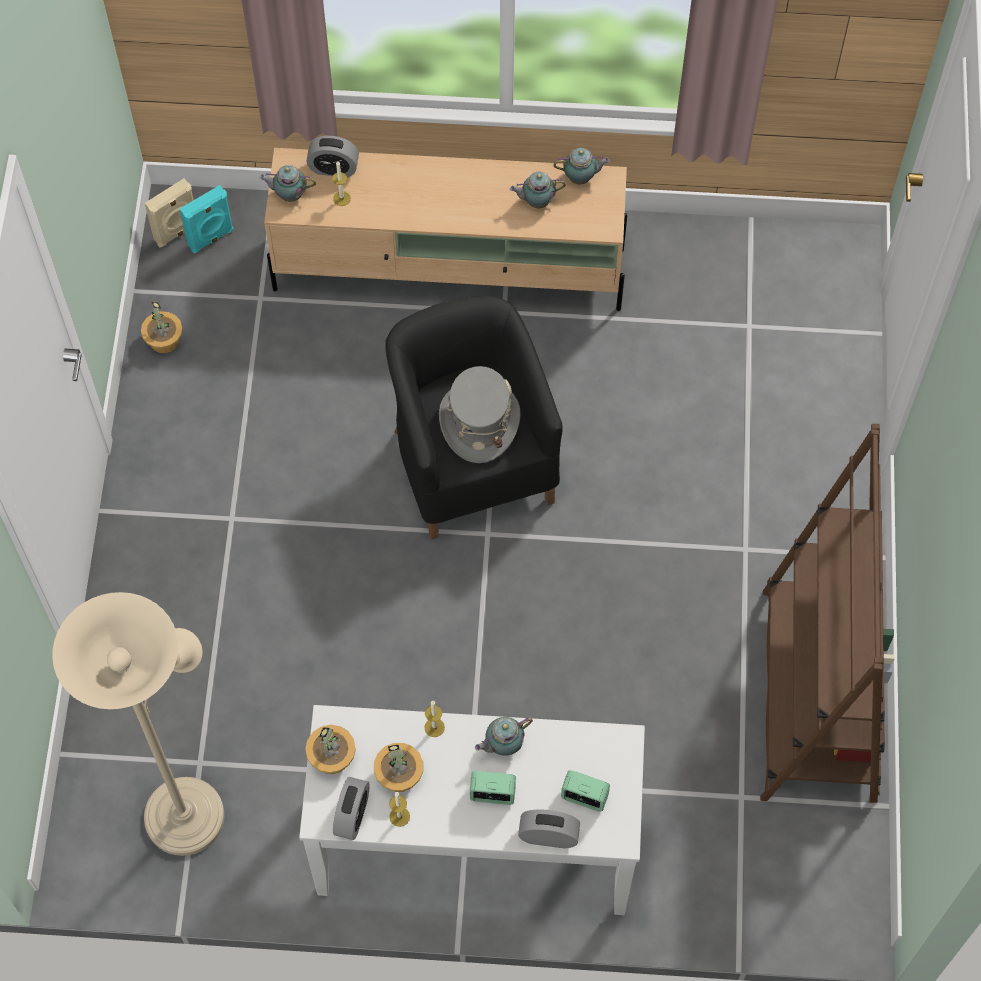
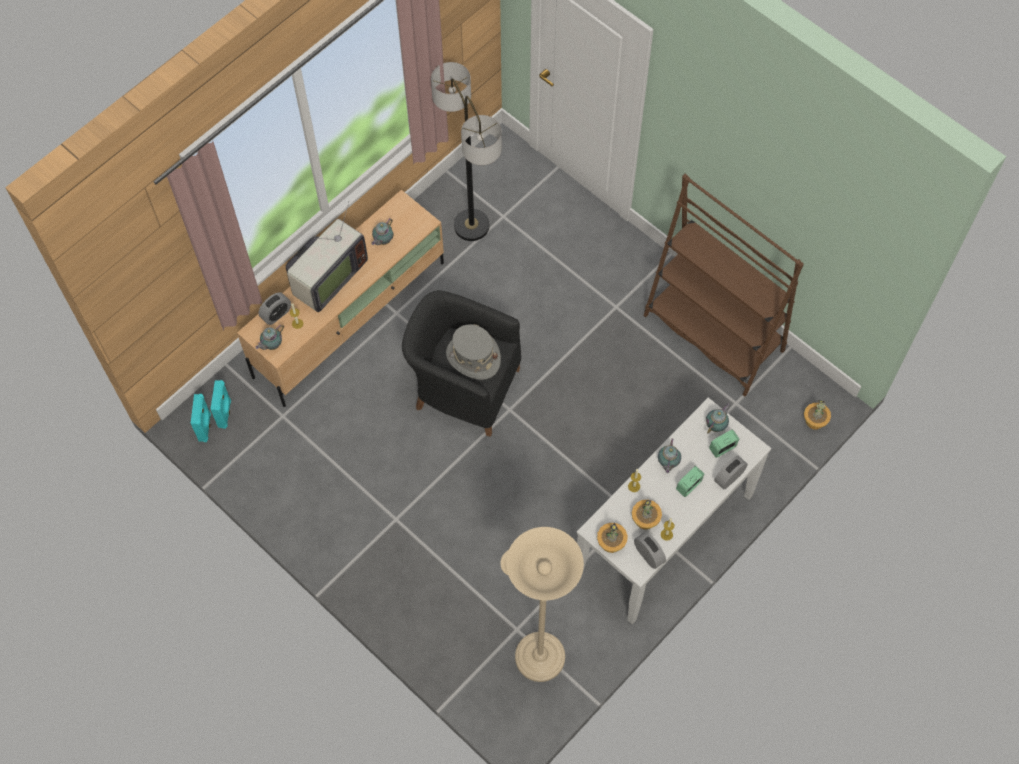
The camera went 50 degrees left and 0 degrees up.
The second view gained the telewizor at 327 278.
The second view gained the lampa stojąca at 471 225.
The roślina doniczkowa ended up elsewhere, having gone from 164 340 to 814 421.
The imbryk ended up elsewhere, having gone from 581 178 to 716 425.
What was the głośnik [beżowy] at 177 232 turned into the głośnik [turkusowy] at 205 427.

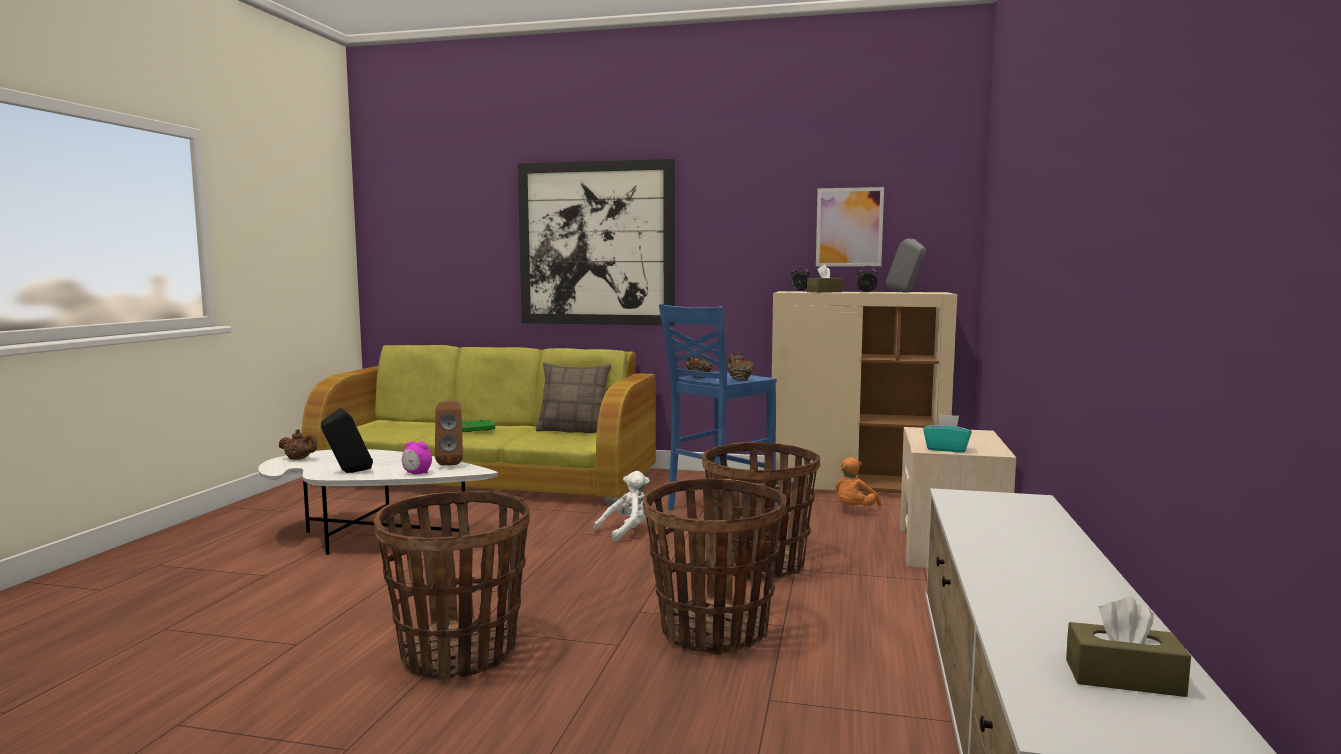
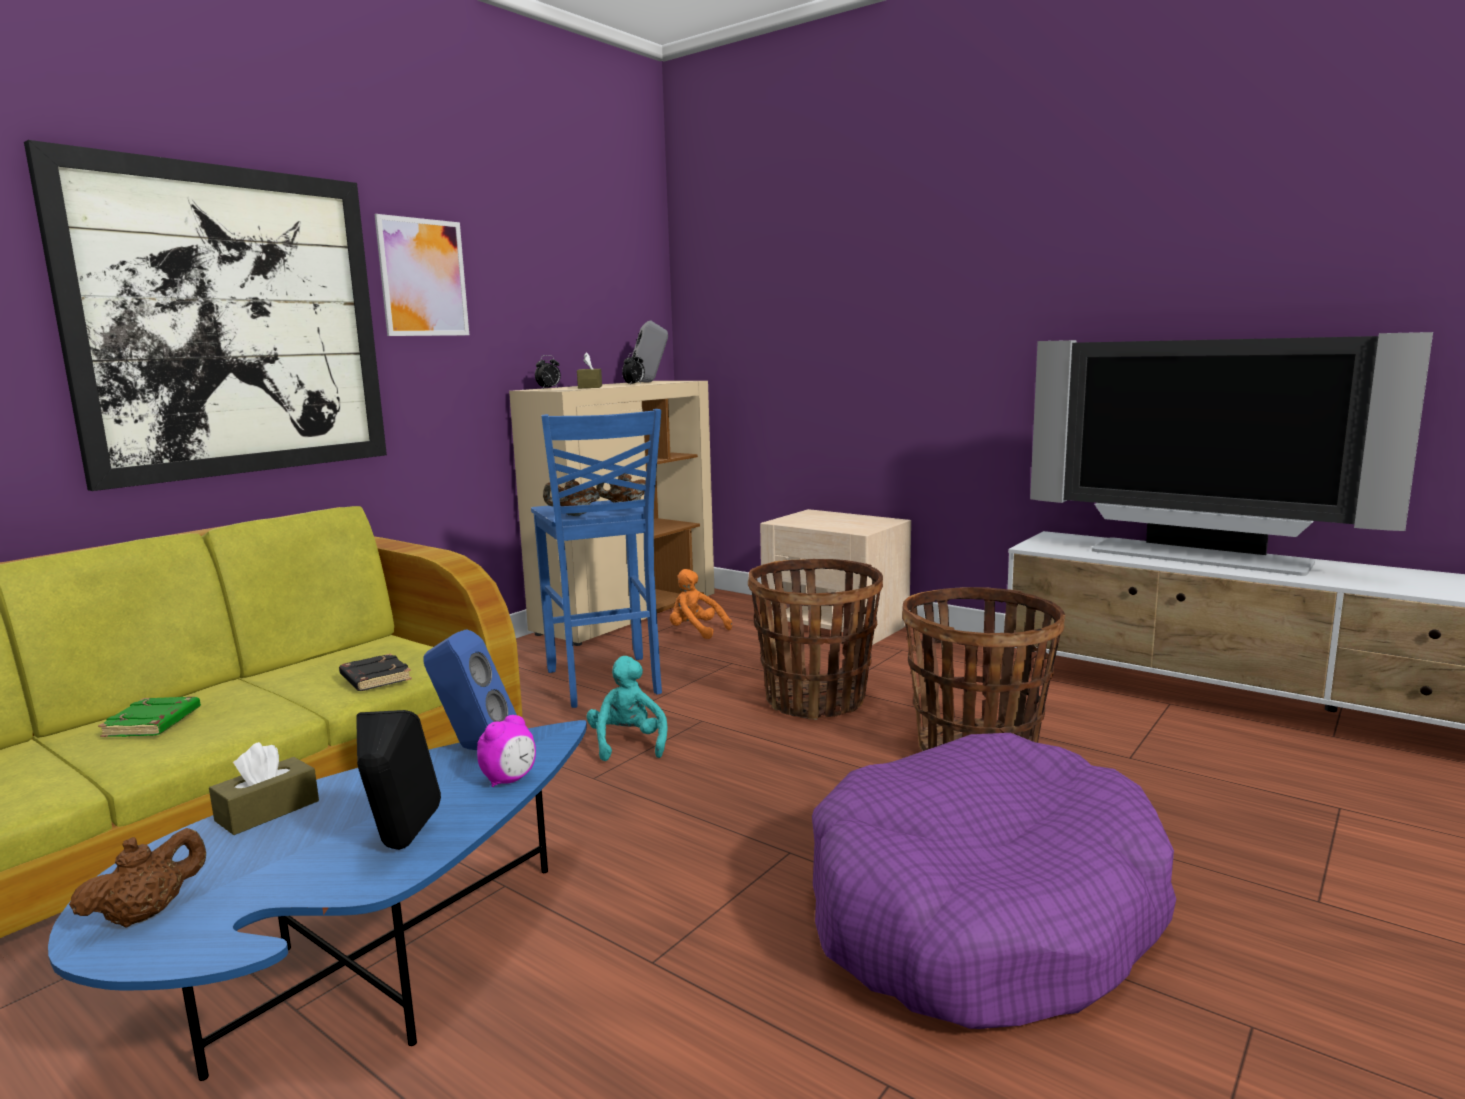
The camera went 65 degrees left and 5 degrees up.
The second view lost the poduszka at 573 430.
The second view lost the pudełko chusteczek [turkusowy] at 946 449.
The second view gained the książka [czarny] at 374 678.
The second view gained the telewizor at 1198 557.
The obraz ended up elsewhere, having gone from 849 227 to 423 277.
The pudełko chusteczek [brązowy] ended up elsewhere, having gone from 1124 678 to 267 811.
Where the koszyk stood at 459 653, the legowisko [fioletowy] came to stand at 982 913.
What was the ława [biały] at 371 537 turned into the ława [niebieski] at 369 975.
What was the głośnik [brązowy] at 450 463 turned into the głośnik [niebieski] at 473 749.
What was the pluszak [biały] at 627 531 turned into the pluszak [turkusowy] at 628 744.
The pluszak [pomarańczowy] at 854 510 ended up facing another way, 150 degrees clockwise from before.

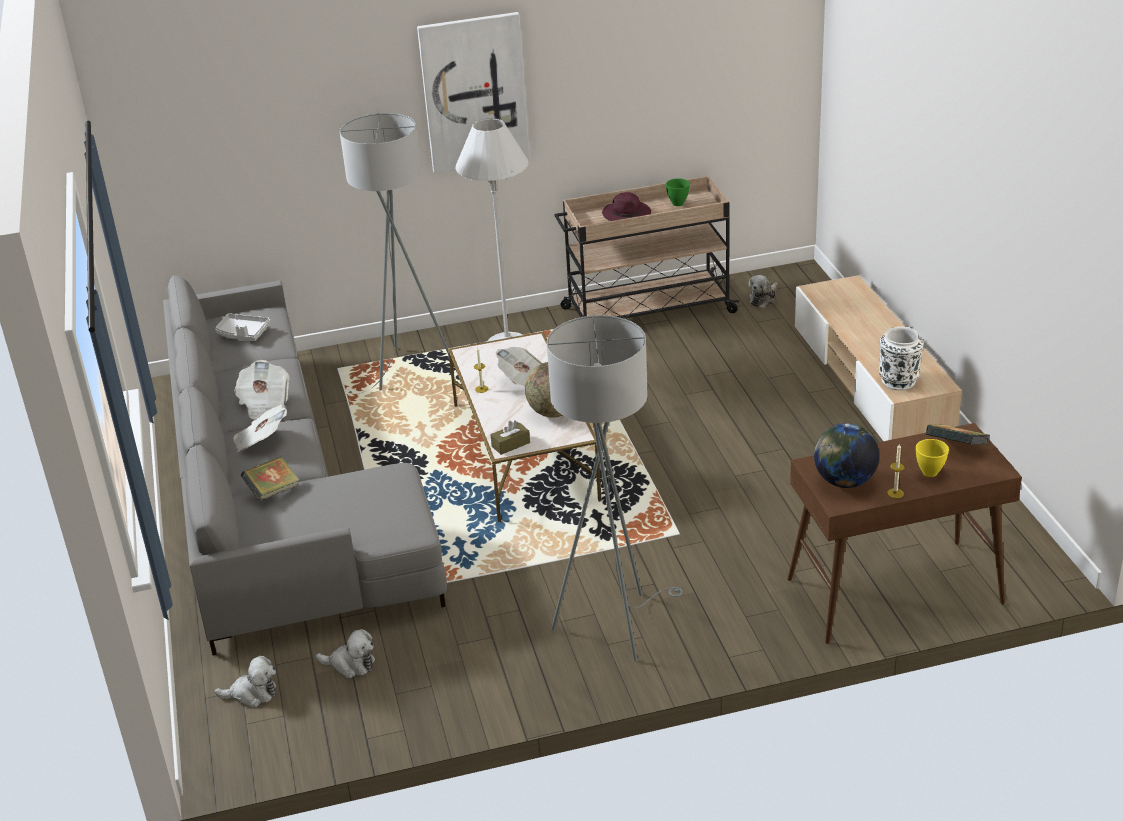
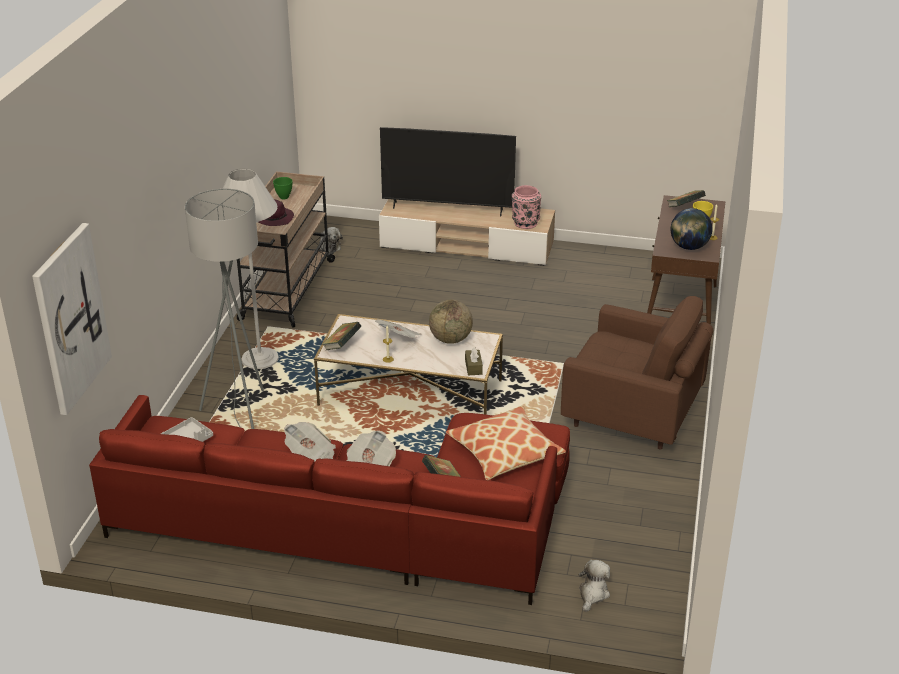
The camera went 65 degrees left and 0 degrees up.
The second view lost the pluszak at 351 664.
The second view gained the książka at 342 345.
The second view gained the telewizor at 447 208.
The second view gained the poduszka at 505 452.
The obraz ended up elsewhere, having gone from 474 92 to 70 318.
Where the lampa stojąca [szary] stood at 613 622, the fotel [brązowy] came to stand at 633 416.
What was the kanapa [szary] at 278 500 turned into the kanapa [czerwony] at 356 524.
What was the wazon [biały] at 898 380 turned into the wazon [różowy] at 525 223.

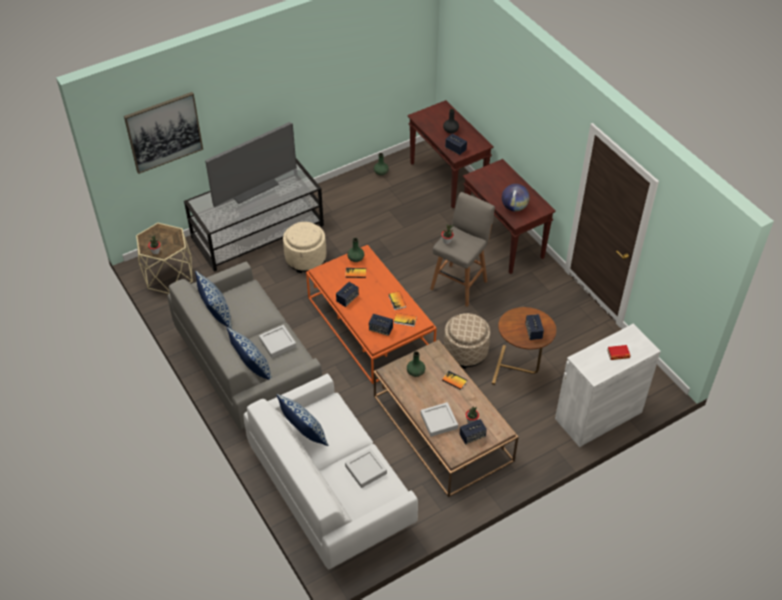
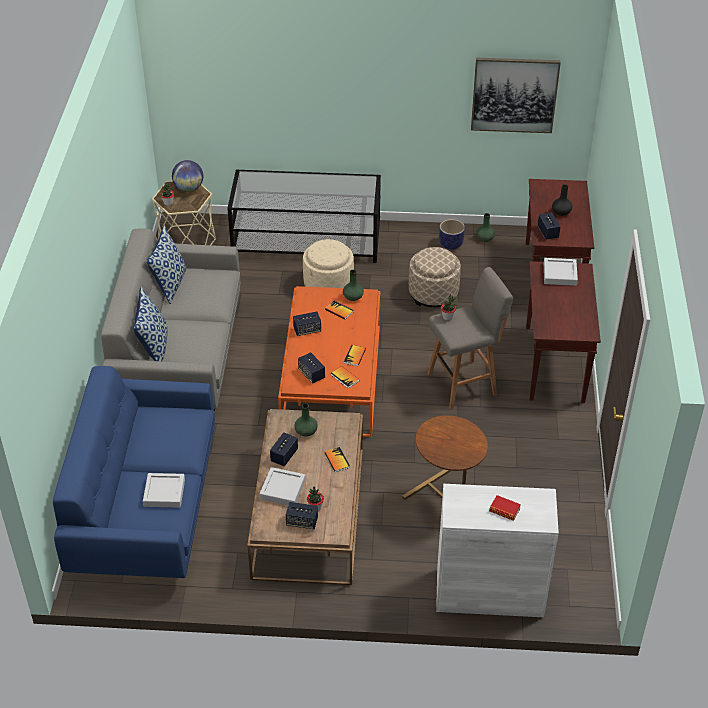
The camera went 35 degrees right and 5 degrees down.
The second view lost the telewizor at 253 187.
The second view lost the poduszka at 304 434.
The second view gained the donica at 450 244.
The obraz ended up elsewhere, having gone from 164 132 to 514 95.
The taca [szary] ended up elsewhere, having gone from 277 343 to 559 274.
The pufa [beżowy] ended up elsewhere, having gone from 465 352 to 433 293.
The globus ended up elsewhere, having gone from 514 207 to 189 188.
The głośnik ended up elsewhere, having gone from 533 332 to 284 456.
What was the kanapa [biały] at 331 490 turned into the kanapa [niebieski] at 146 508.

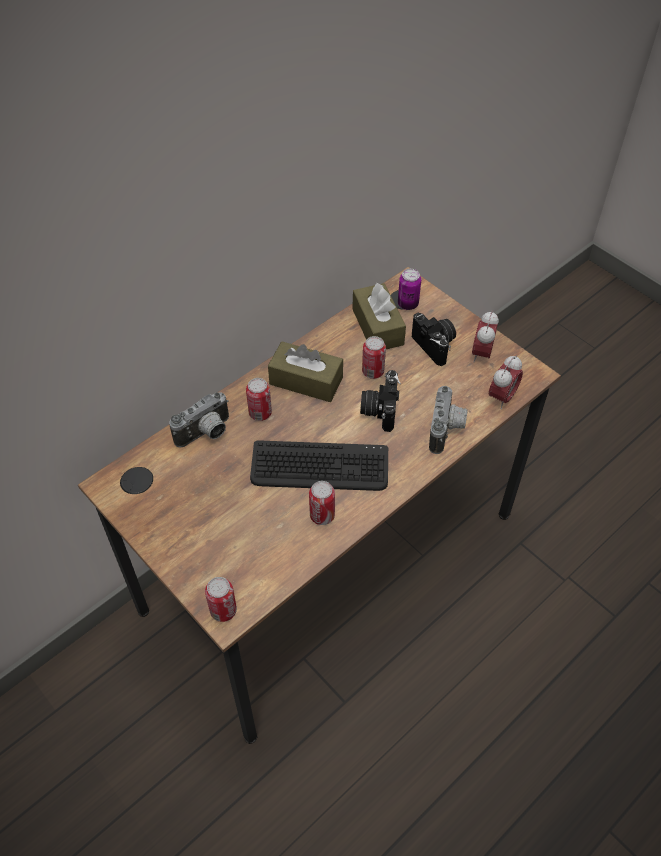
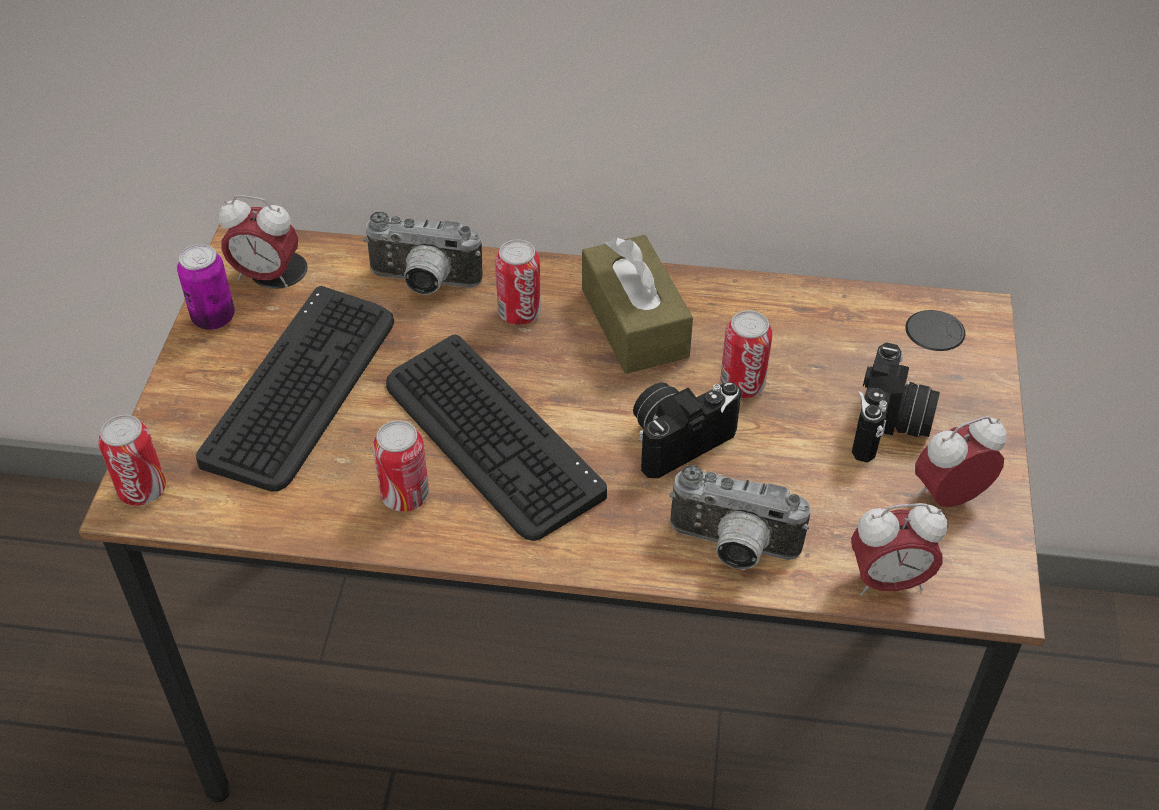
The camera went 50 degrees right and 5 degrees down.
The second view lost the pudełko chusteczek [brązowy] at 377 327.
The second view gained the klawiatura at 302 388.
The second view gained the budzik at 266 276.
The puszka ended up elsewhere, having gone from 408 304 to 213 318.
The aparat fotograficzny at 447 430 ended up facing another way, 45 degrees clockwise from before.

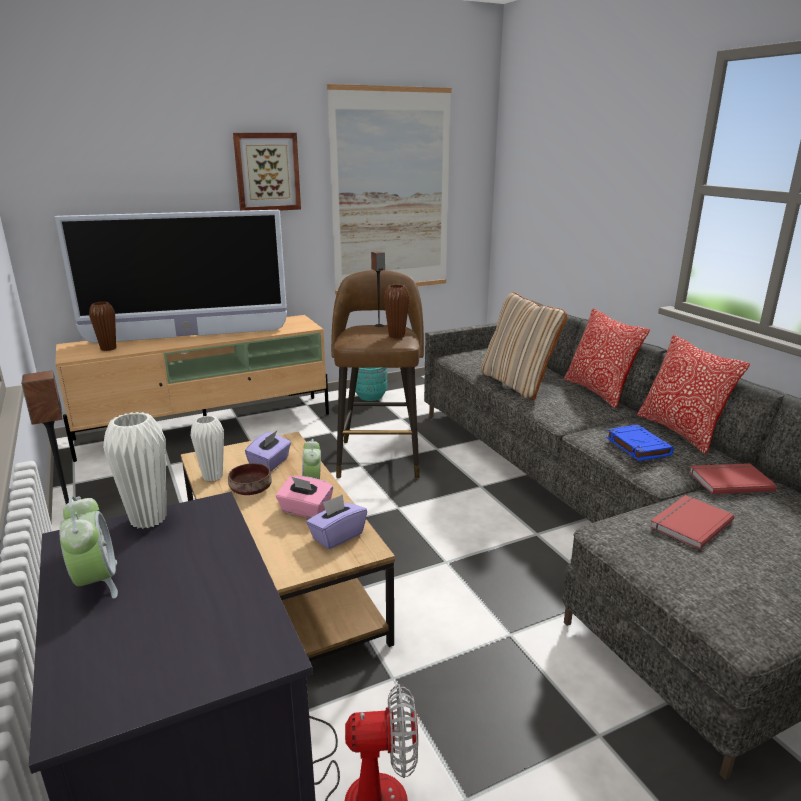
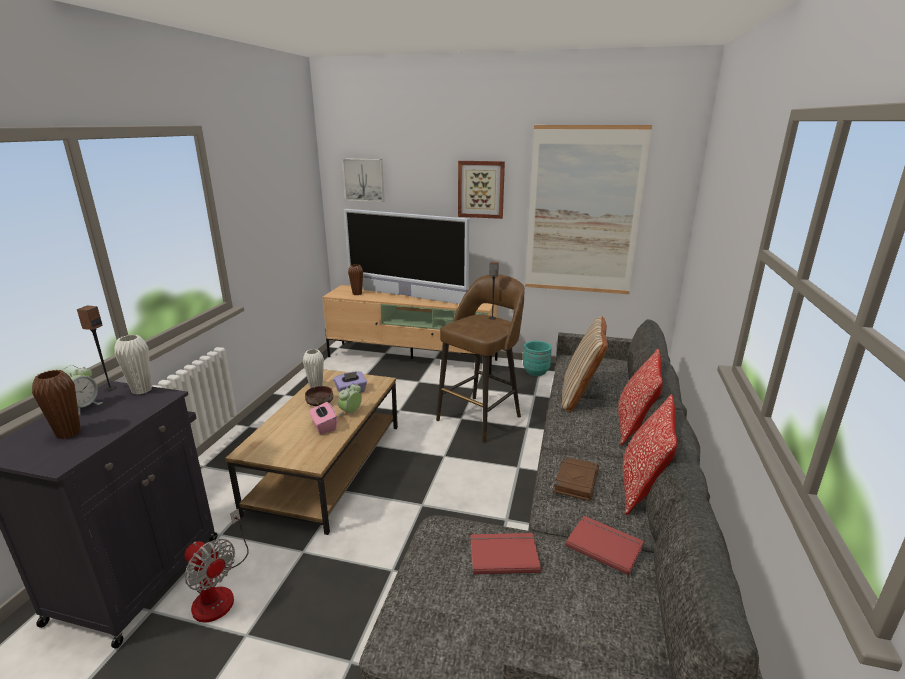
The camera went 40 degrees right and 0 degrees up.
The second view lost the pudełko chusteczek [fioletowy] at 337 536.
The second view gained the obraz at 364 180.
The wazon [brązowy] ended up elsewhere, having gone from 396 336 to 68 433.
What was the książka [niebieski] at 637 446 turned into the książka [brązowy] at 575 481.

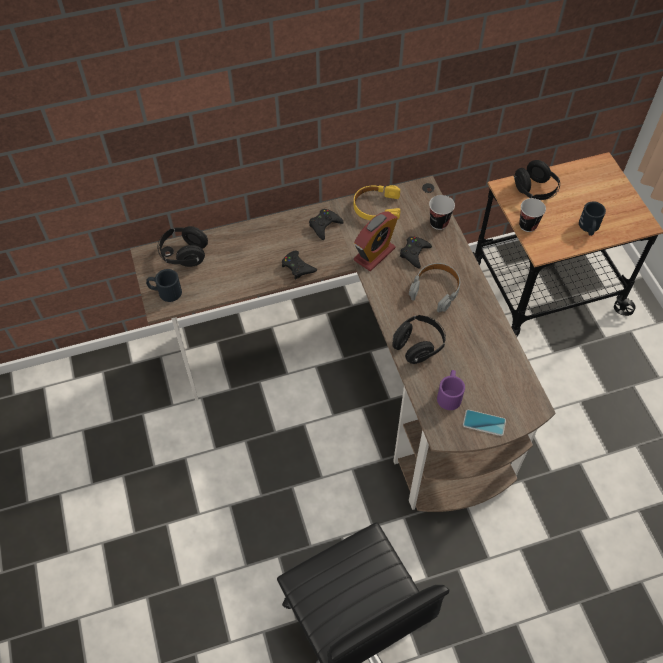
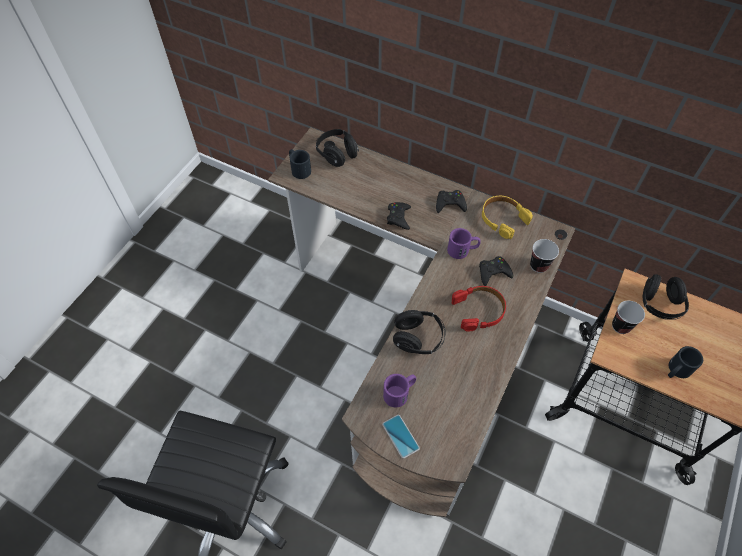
The camera went 45 degrees right and 0 degrees up.
Where the budzik stood at 374 254, the kubek [fioletowy] came to stand at 462 250.
What was the słuchawki [szary] at 435 289 turned into the słuchawki [czerwony] at 479 310.

